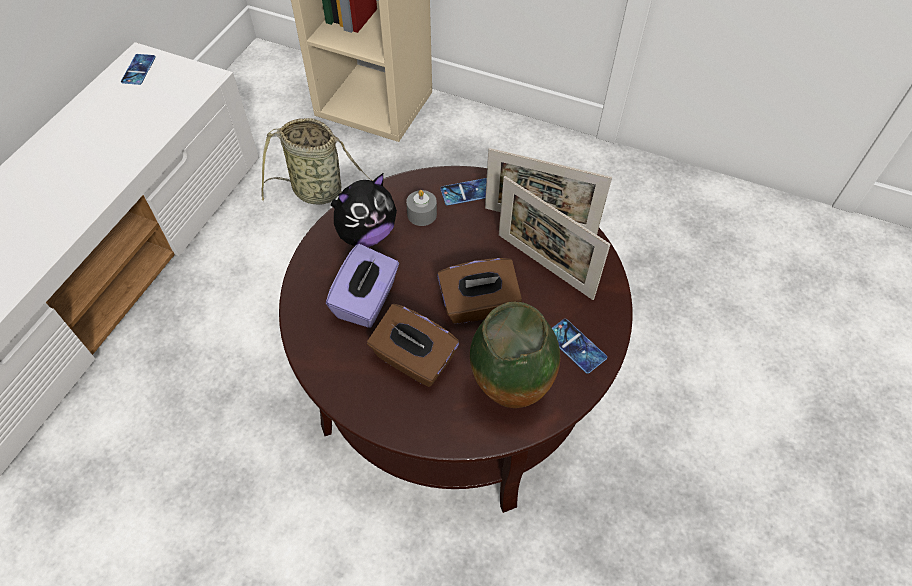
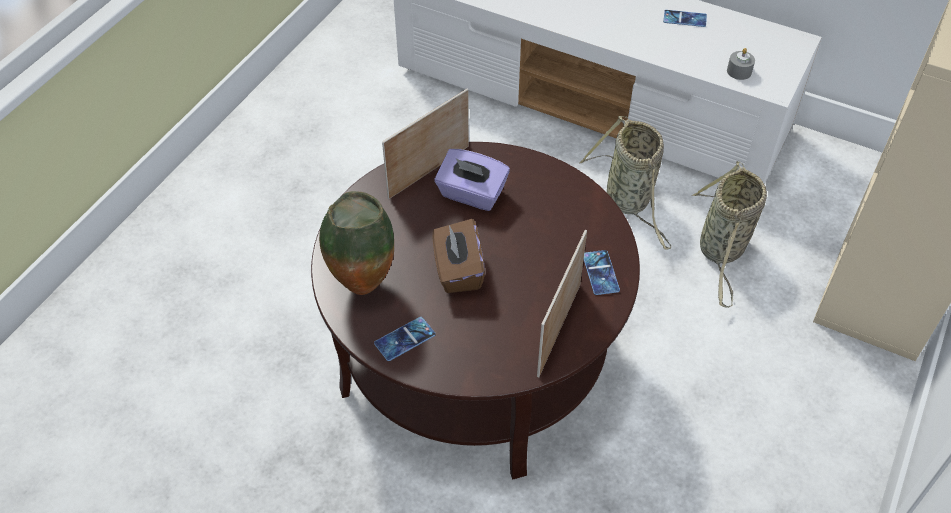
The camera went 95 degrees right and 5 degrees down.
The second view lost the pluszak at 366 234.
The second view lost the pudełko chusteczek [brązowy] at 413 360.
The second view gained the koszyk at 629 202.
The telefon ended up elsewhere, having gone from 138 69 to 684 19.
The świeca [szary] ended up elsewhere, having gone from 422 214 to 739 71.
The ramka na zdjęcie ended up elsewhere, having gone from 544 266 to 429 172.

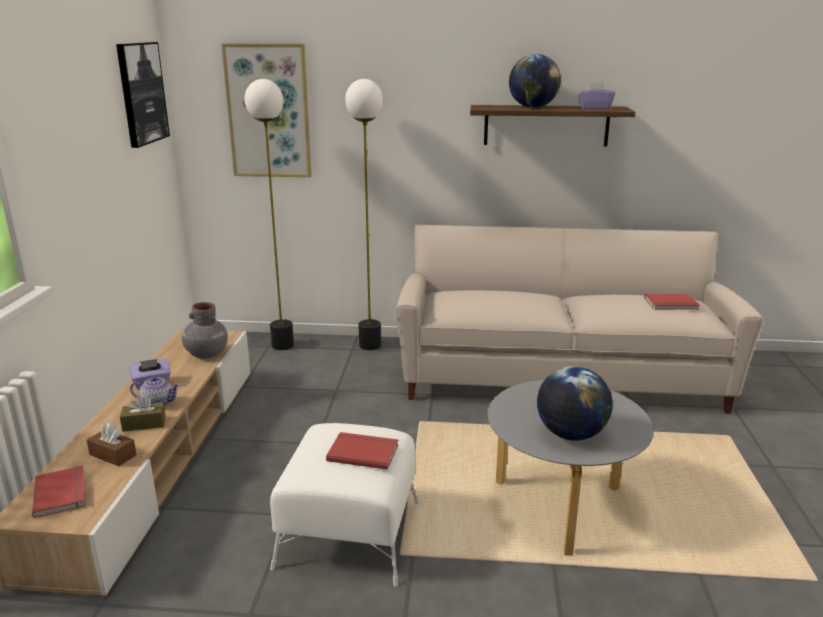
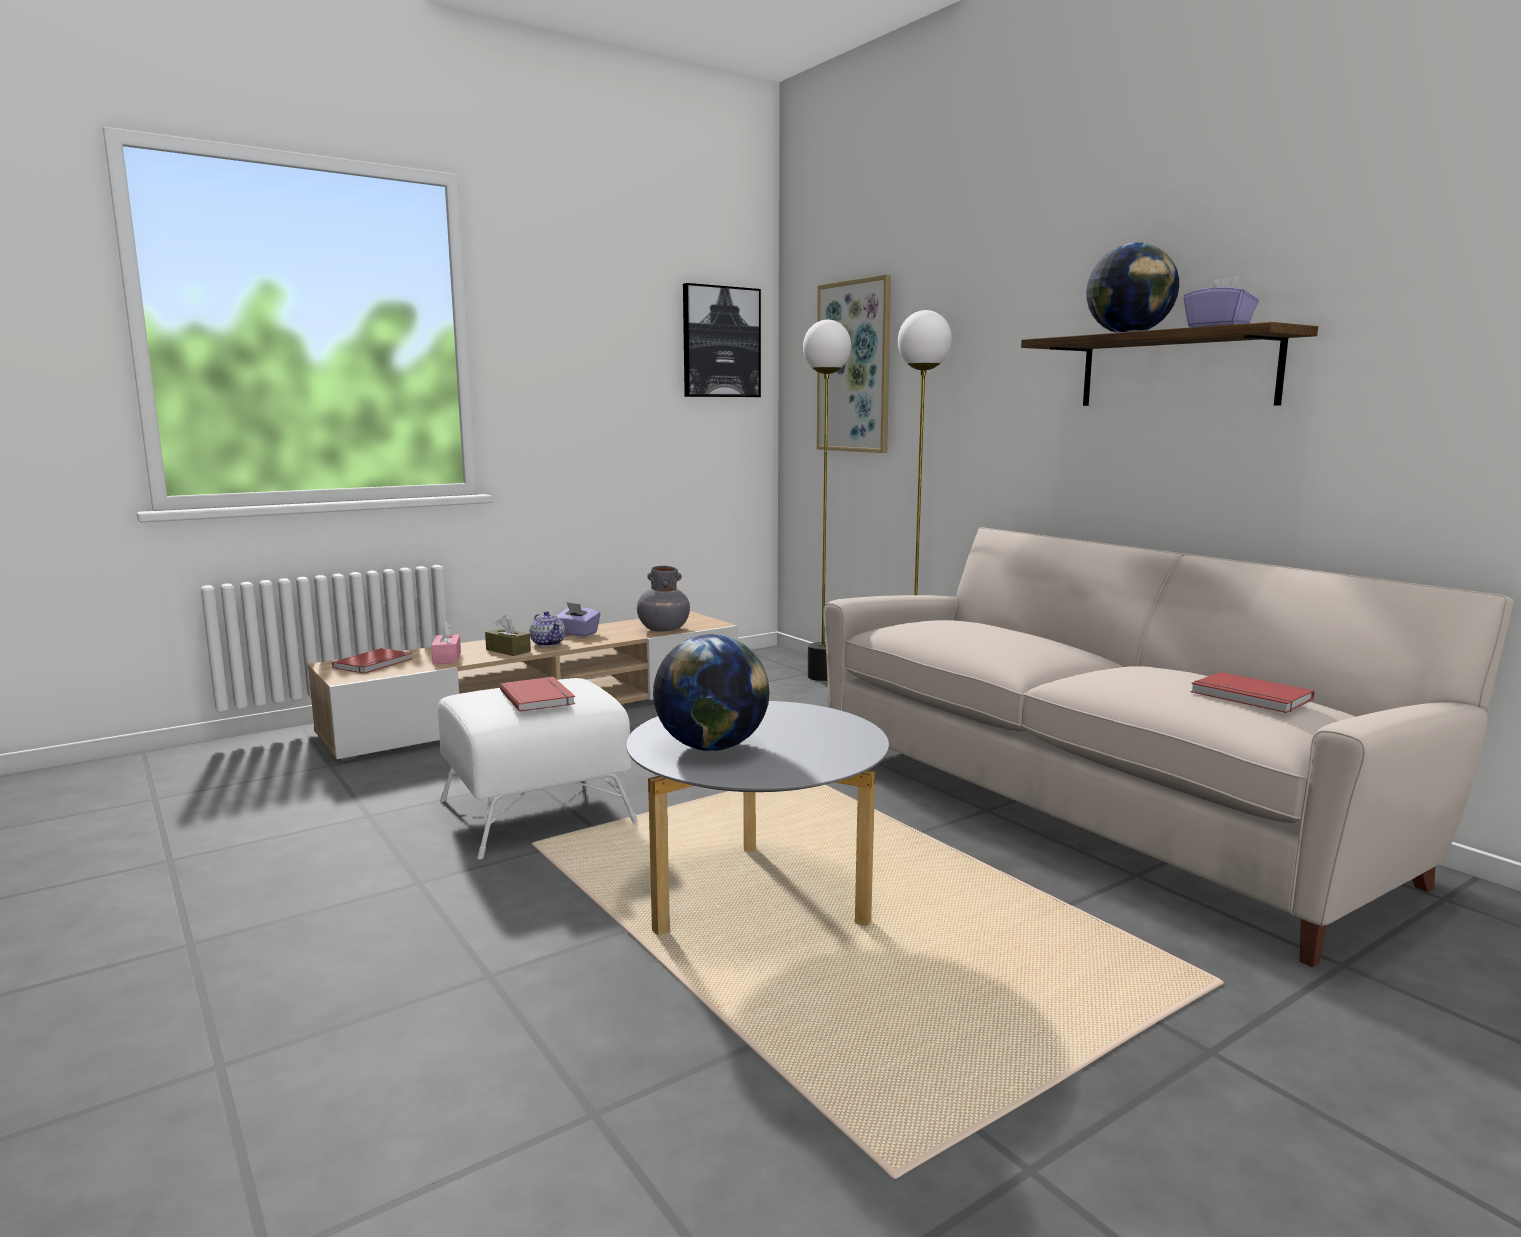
The camera went 50 degrees right and 10 degrees down.
What was the pudełko chusteczek [brązowy] at 113 455 turned into the pudełko chusteczek [różowy] at 447 658.

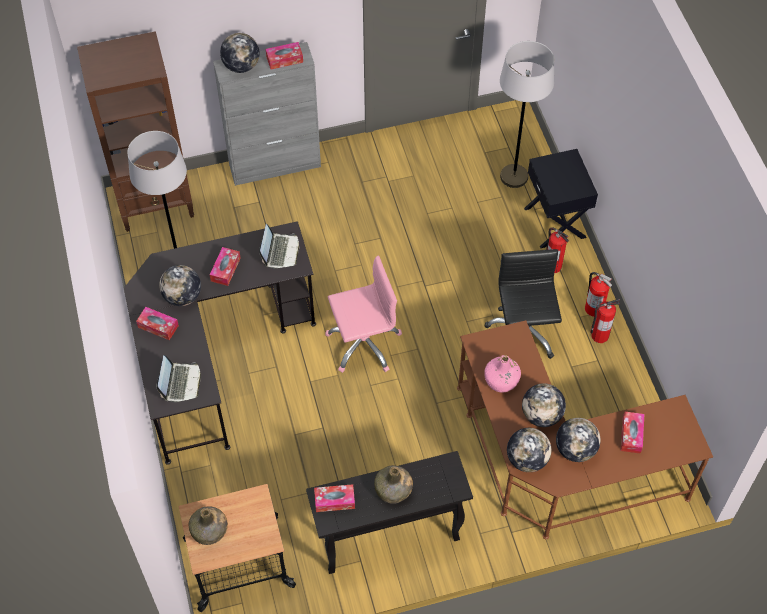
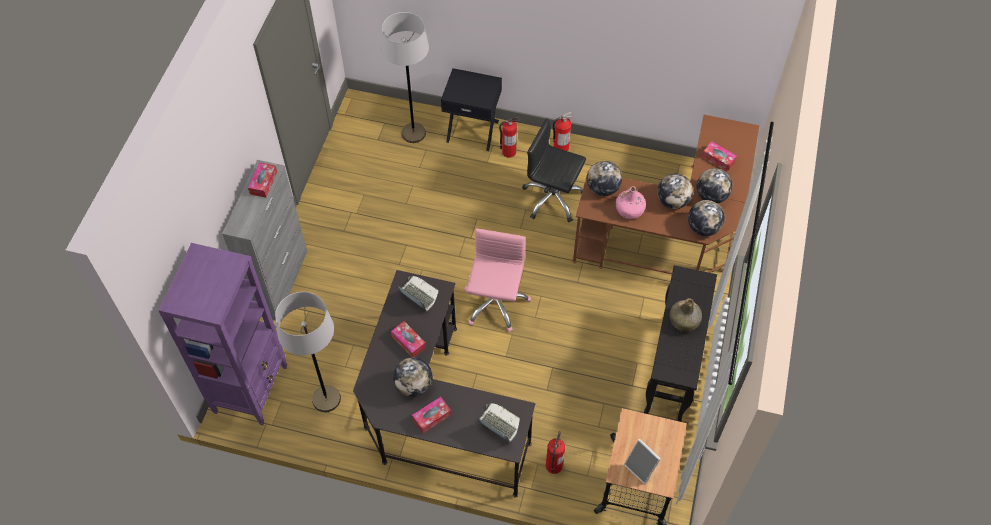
The camera went 60 degrees left and 0 degrees up.
The second view lost the pudełko chusteczek at 334 501.
The globus ended up elsewhere, having gone from 241 66 to 602 189.
The gaśnica ended up elsewhere, having gone from 599 335 to 553 466.
Where the butelka [zielony] stood at 209 531, the ramka na zdjęcie came to stand at 641 468.
What was the regał [brązowy] at 156 203 turned into the regał [fioletowy] at 251 388.

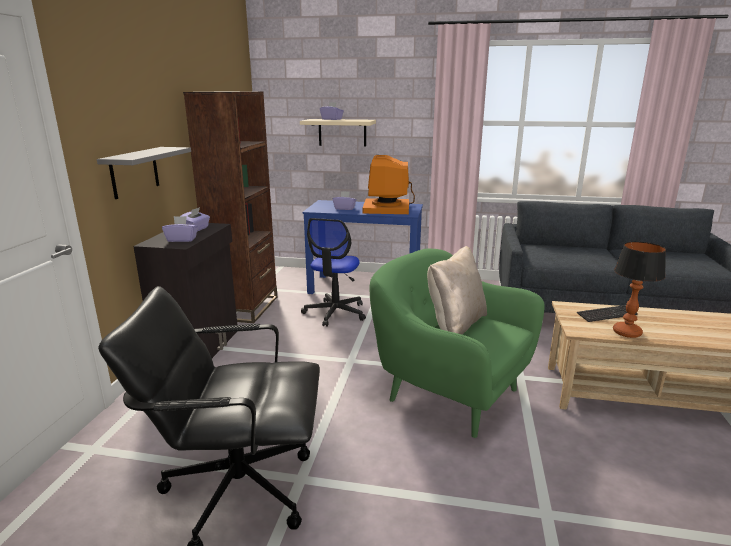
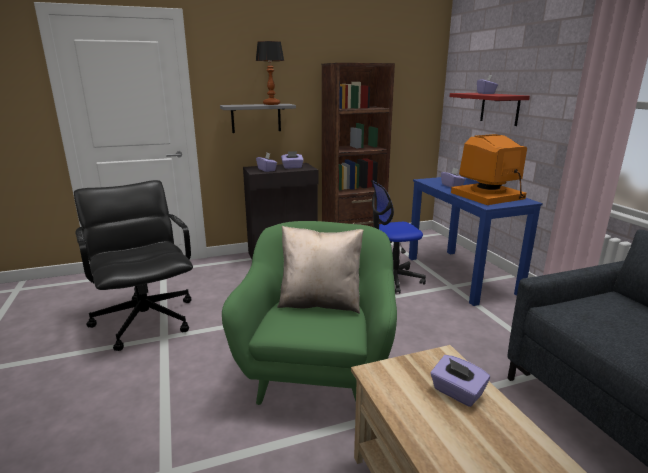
The camera went 60 degrees right and 0 degrees up.
The lampa stołowa ended up elsewhere, having gone from 627 332 to 272 104.
Where the klawiatura stood at 606 315, the pudełko chusteczek [fioletowy] came to stand at 457 392.
What was the półka [beżowy] at 342 132 turned into the półka [czerwony] at 499 108.

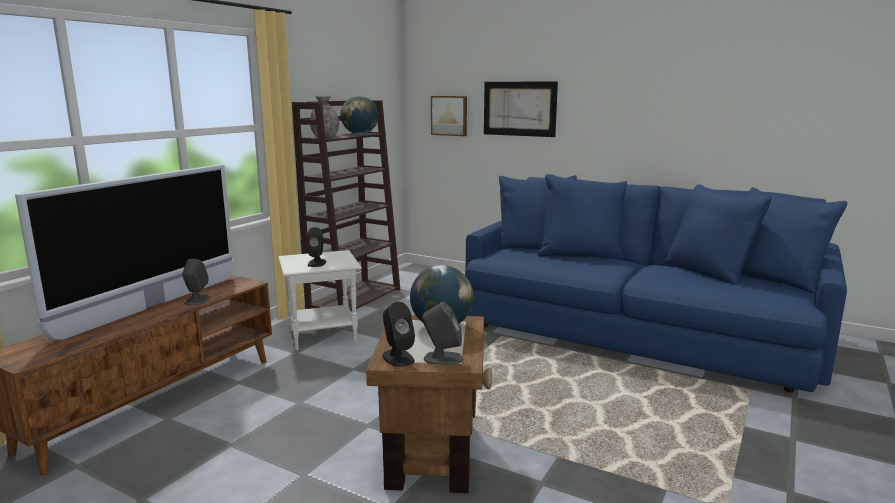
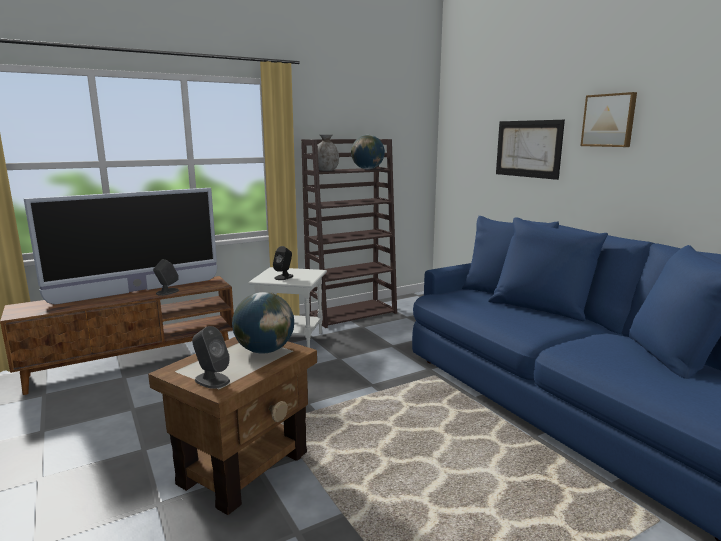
The camera went 30 degrees right and 0 degrees up.
The second view lost the głośnik [czarny] at 398 358.
The obraz ended up elsewhere, having gone from 449 115 to 609 120.

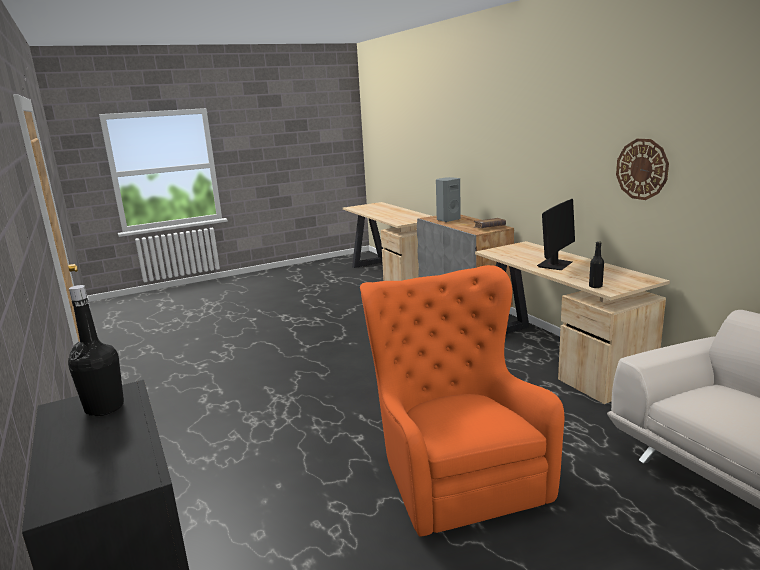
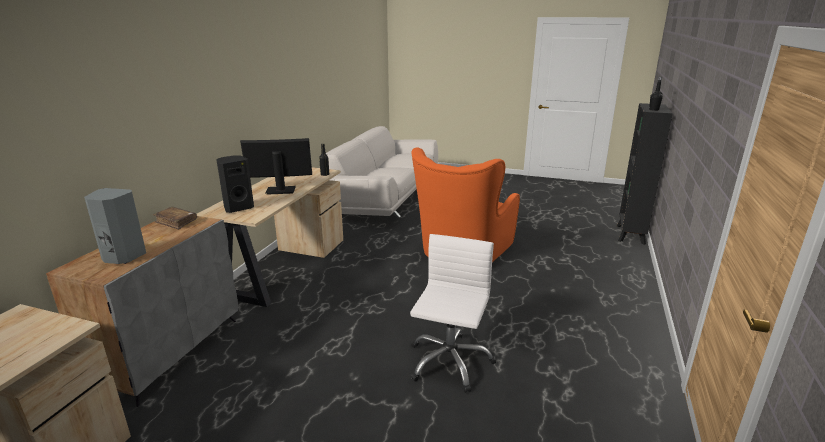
The camera went 135 degrees left and 5 degrees up.
The second view lost the zegar ścienny at 642 169.
The second view gained the głośnik [czarny] at 238 208.
The second view gained the krzesło biurowe [biały] at 449 362.

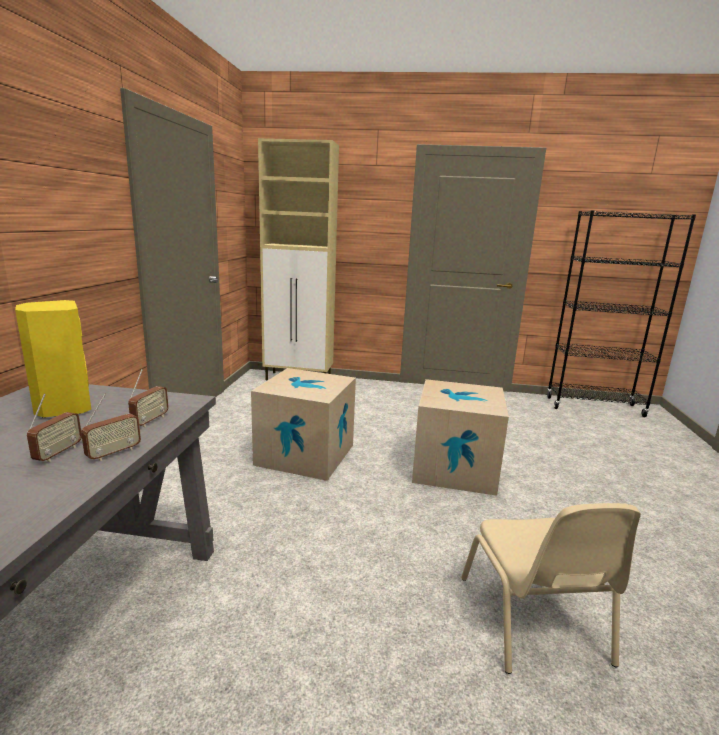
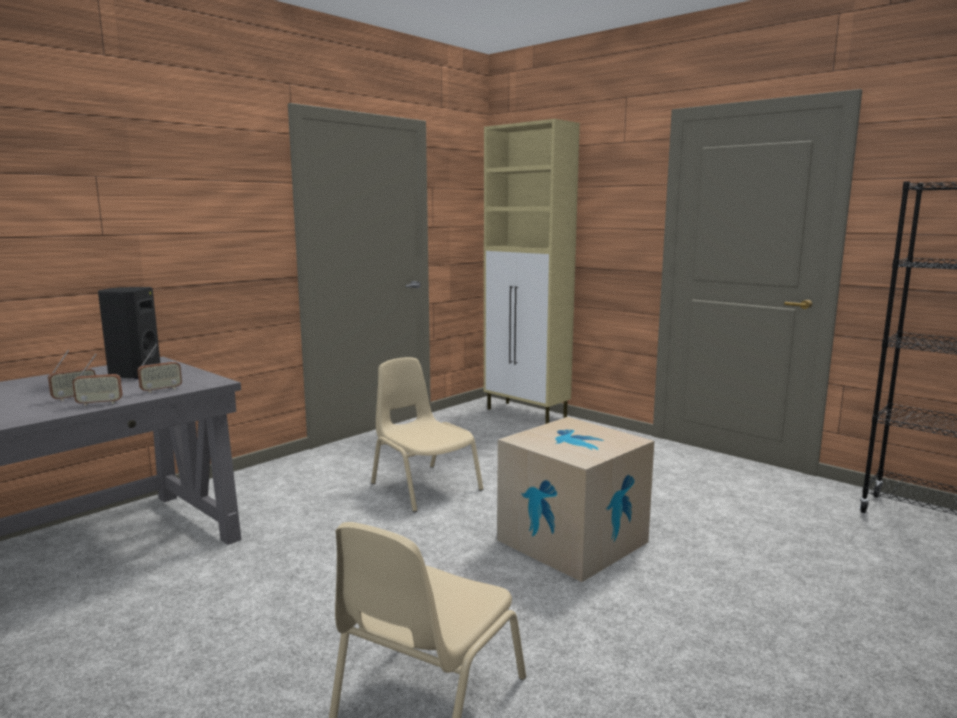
The camera went 35 degrees right and 5 degrees down.
Where the karton stood at 305 454, the krzesło [beżowy] came to stand at 424 486.
What was the głośnik [żółty] at 62 408 turned into the głośnik [czarny] at 133 374.

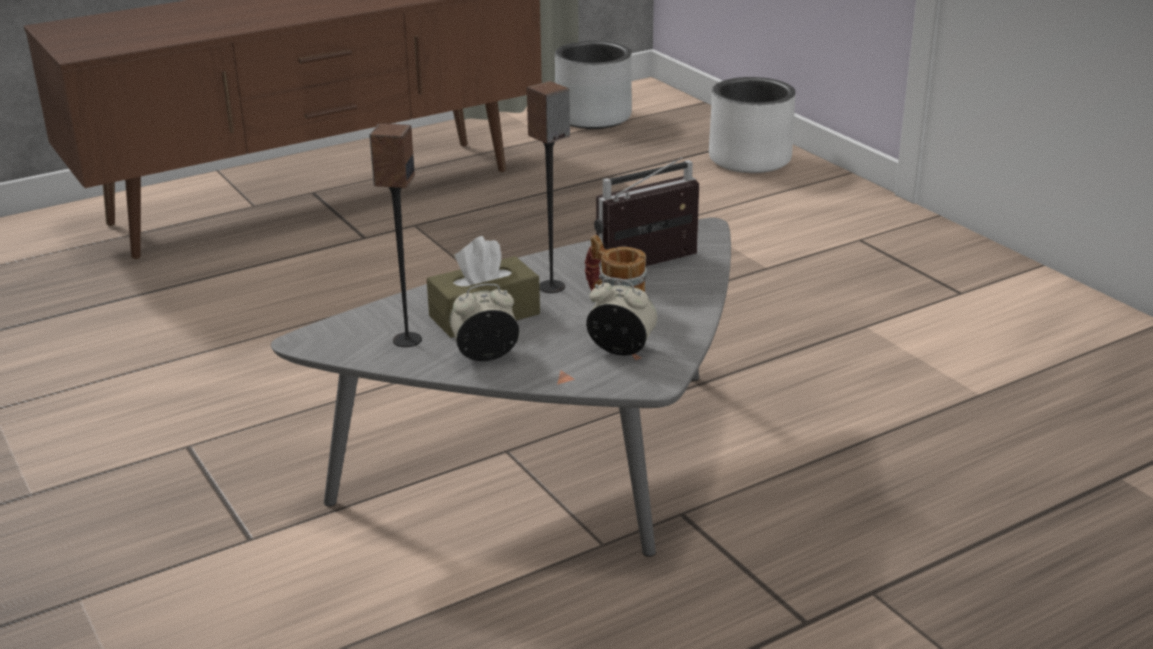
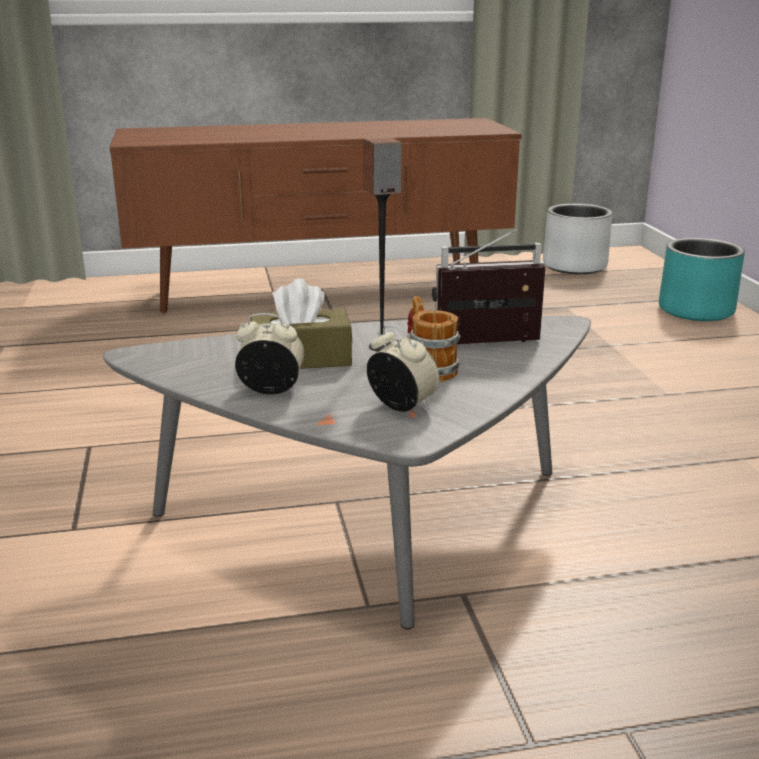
The camera went 20 degrees right and 5 degrees down.
The second view lost the głośnik at 406 340.
What was the donica [biały] at 750 159 turned into the donica [turkusowy] at 696 310.

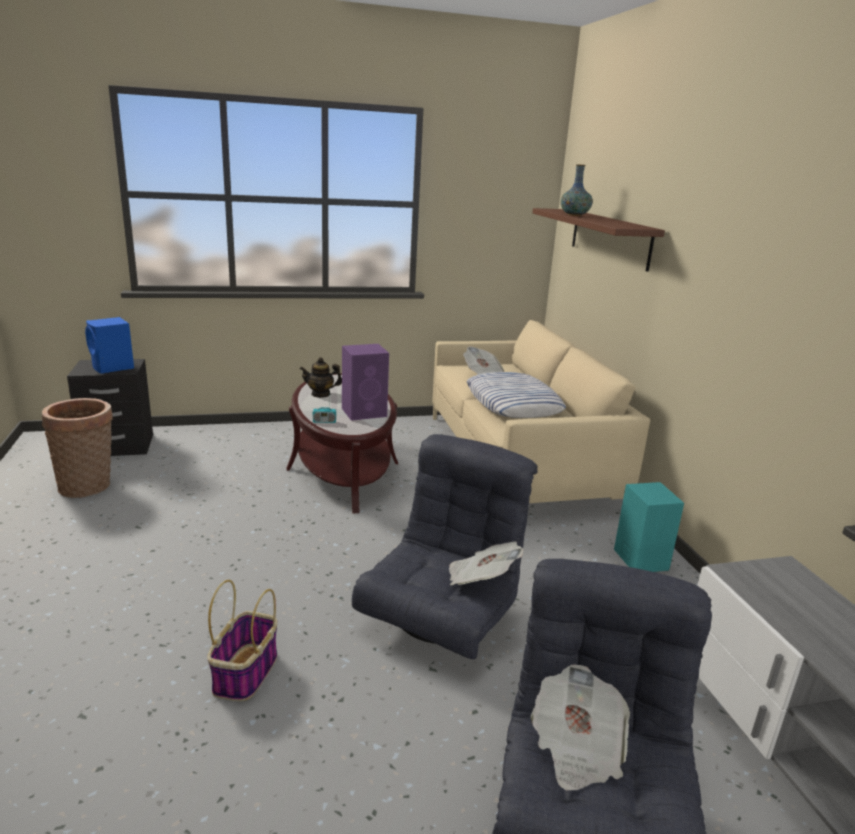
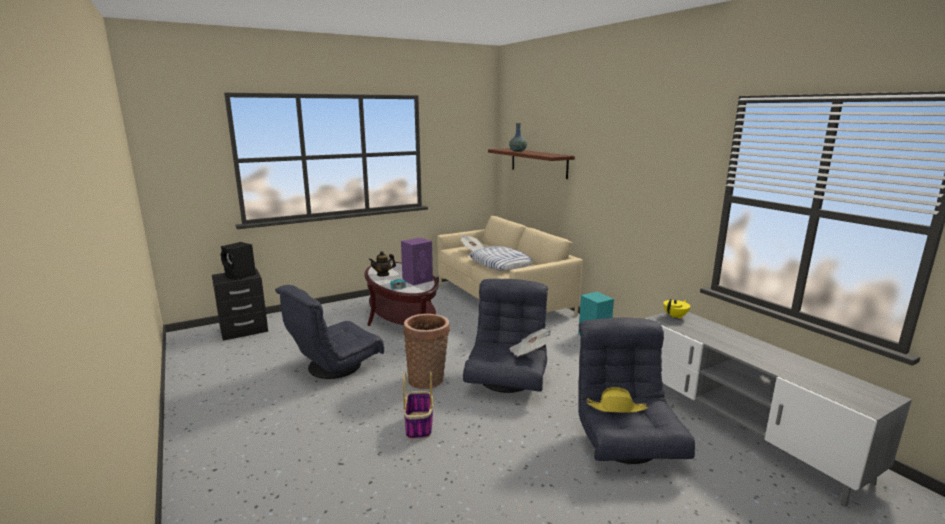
The camera went 15 degrees left and 5 degrees down.
The second view gained the fotel [szary] at 334 366.
The second view gained the imbryk [żółty] at 675 316.
The koszyk ended up elsewhere, having gone from 88 486 to 428 379.
Where the gazeta stood at 576 748, the kapelusz [żółty] came to stand at 616 408.
What was the głośnik [niebieski] at 113 368 turned into the głośnik [czarny] at 241 276.

